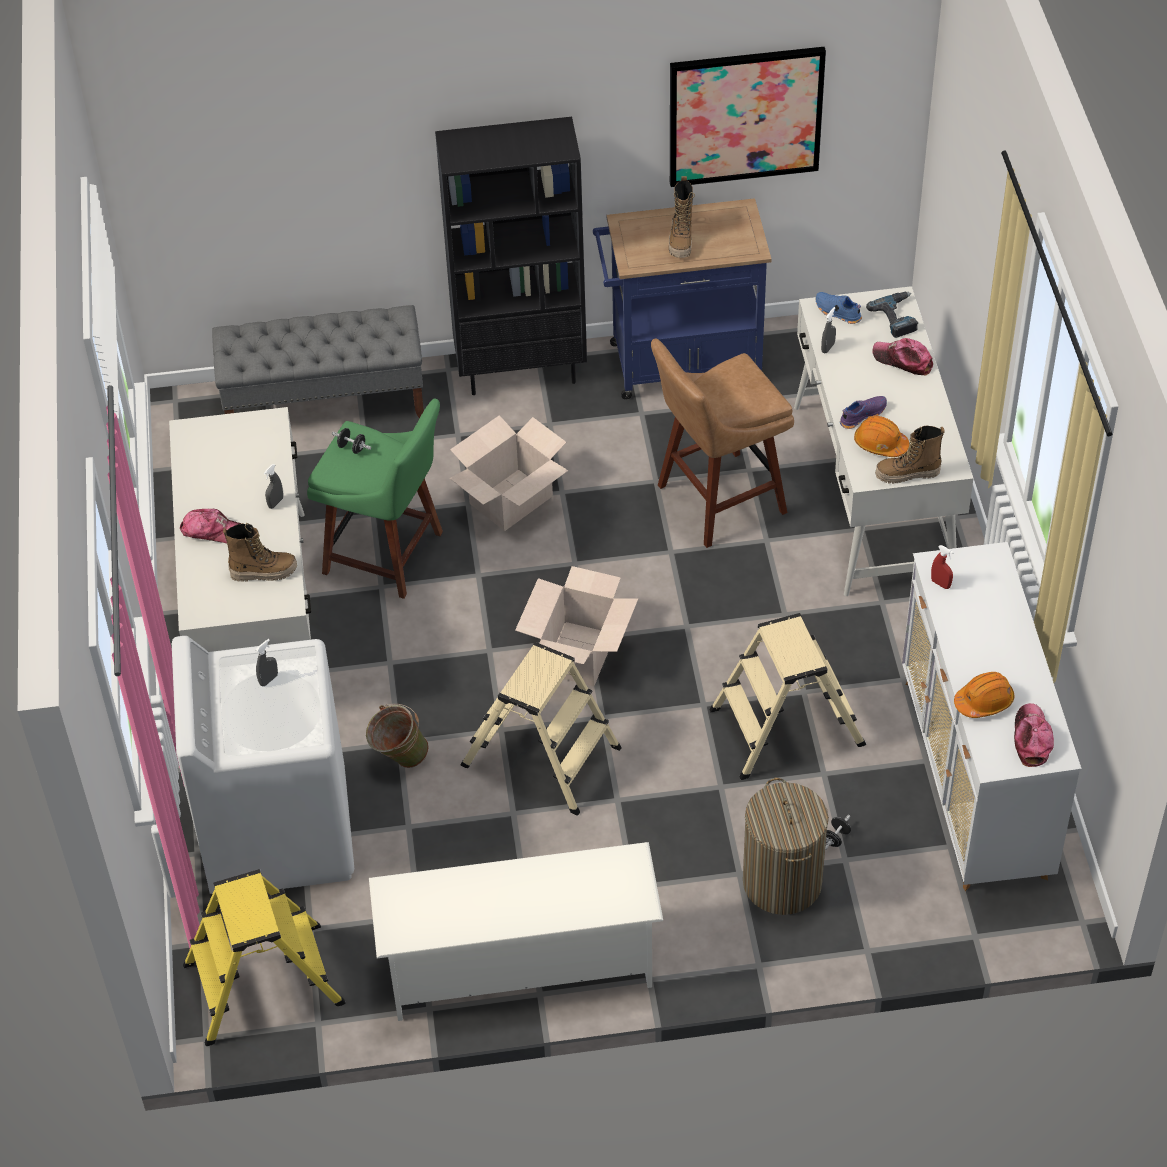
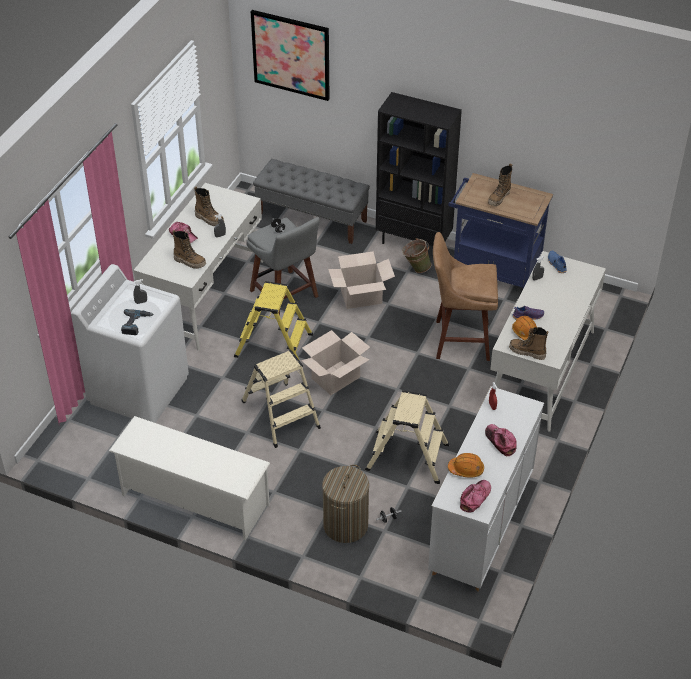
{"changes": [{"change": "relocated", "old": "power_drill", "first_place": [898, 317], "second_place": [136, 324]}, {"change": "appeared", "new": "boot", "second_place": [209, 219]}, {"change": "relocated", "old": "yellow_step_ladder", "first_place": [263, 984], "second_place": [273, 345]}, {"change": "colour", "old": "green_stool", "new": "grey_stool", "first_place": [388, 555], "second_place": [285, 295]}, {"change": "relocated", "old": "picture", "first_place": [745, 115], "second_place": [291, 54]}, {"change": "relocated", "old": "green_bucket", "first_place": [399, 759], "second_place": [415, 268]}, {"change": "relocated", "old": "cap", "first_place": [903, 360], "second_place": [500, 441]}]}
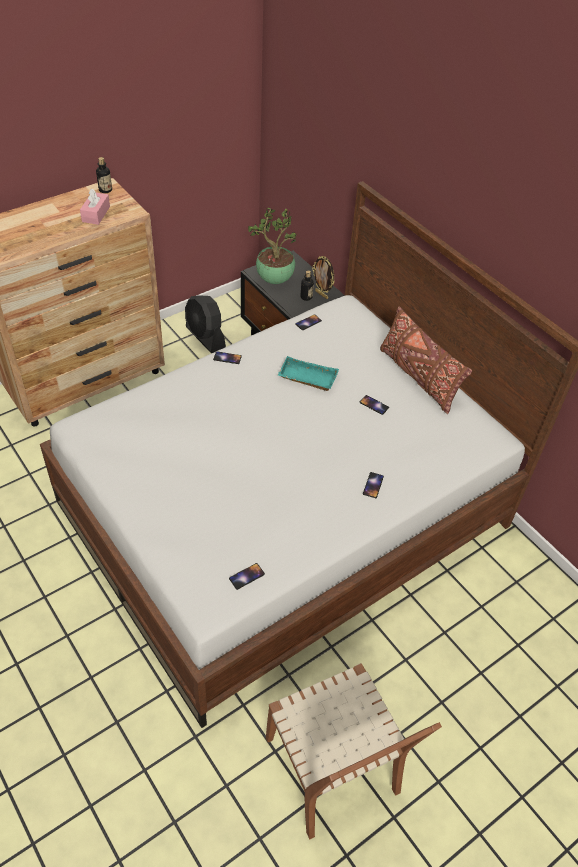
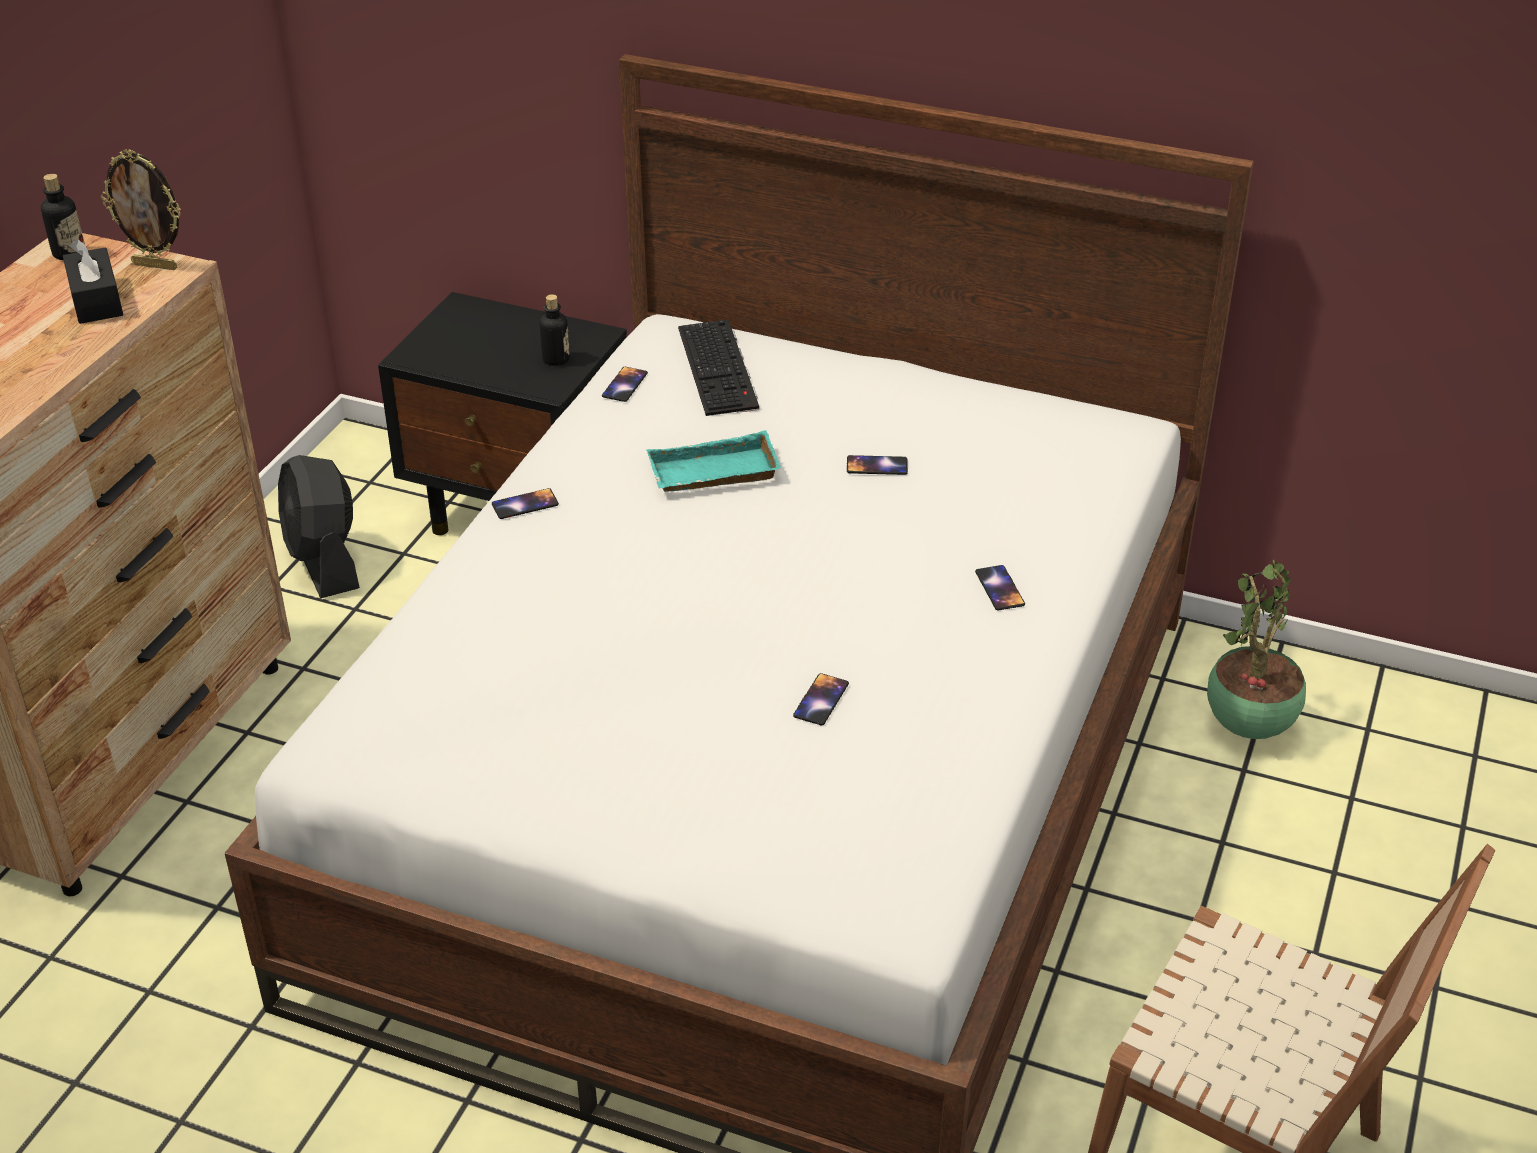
{"changes": [{"change": "colour", "old": "pink_tissue_box", "new": "black_tissue_box", "first_place": [96, 214], "second_place": [96, 300]}, {"change": "relocated", "old": "picture_frame", "first_place": [322, 294], "second_place": [156, 265]}, {"change": "spun", "old": "black_fan", "first_place": [205, 337], "second_place": [324, 561], "degrees": 45}, {"change": "appeared", "new": "keyboard", "second_place": [720, 369]}, {"change": "relocated", "old": "phone", "first_place": [246, 576], "second_place": [821, 700]}, {"change": "relocated", "old": "potted_plant", "first_place": [273, 280], "second_place": [1248, 727]}, {"change": "missing", "old": "brown_pillow", "first_place": [418, 377]}]}
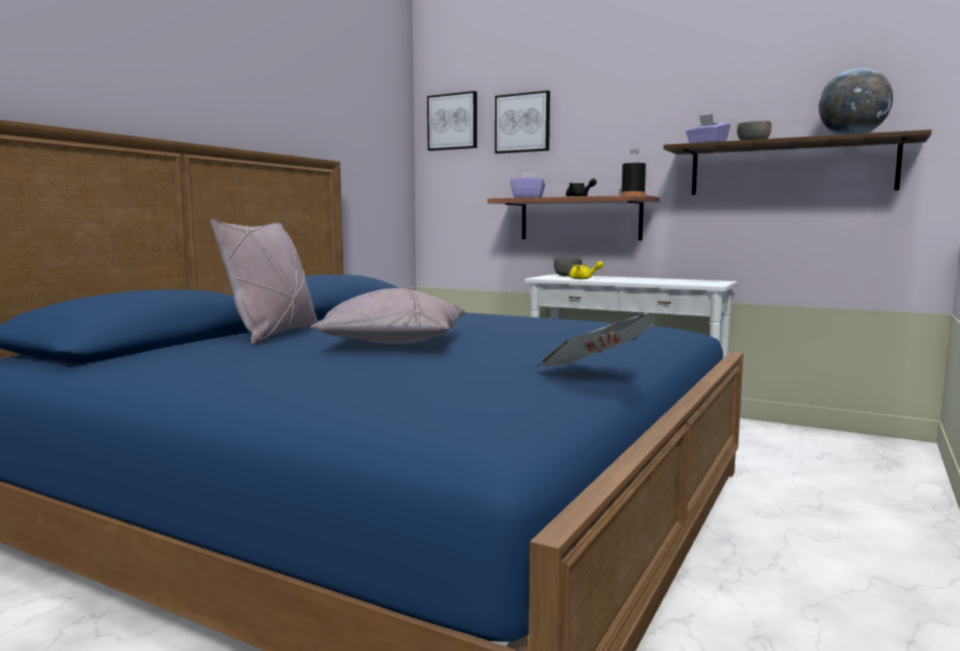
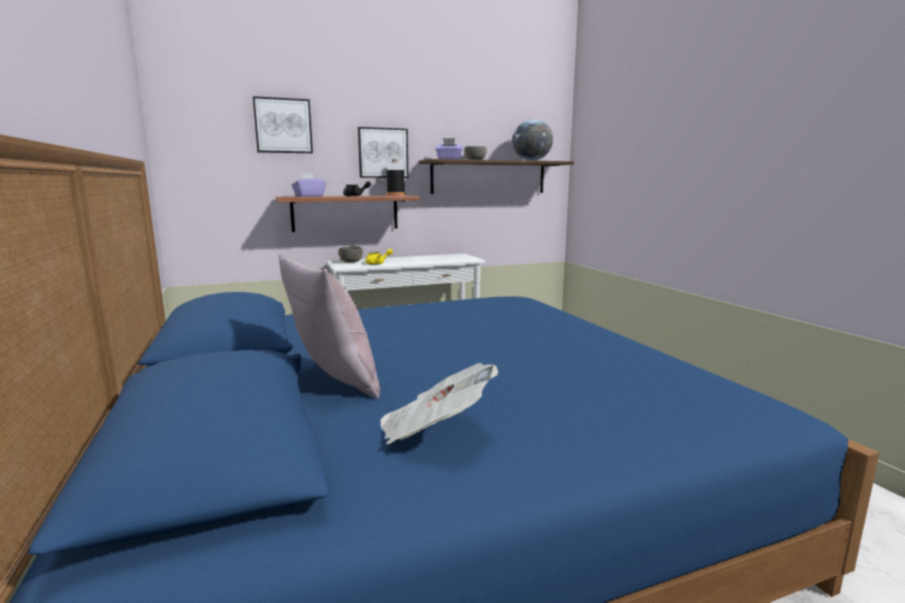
{"changes": [{"change": "relocated", "old": "picture", "first_place": [453, 122], "second_place": [383, 153]}, {"change": "relocated", "old": "newspaper", "first_place": [594, 374], "second_place": [434, 431]}, {"change": "missing", "old": "purple_pillow", "first_place": [394, 344]}]}
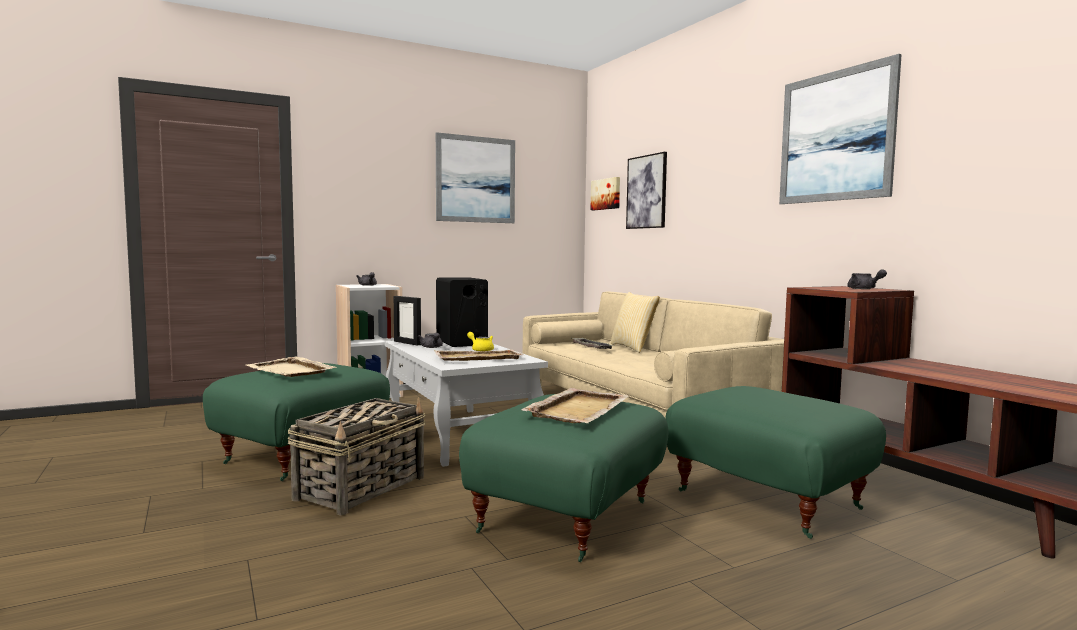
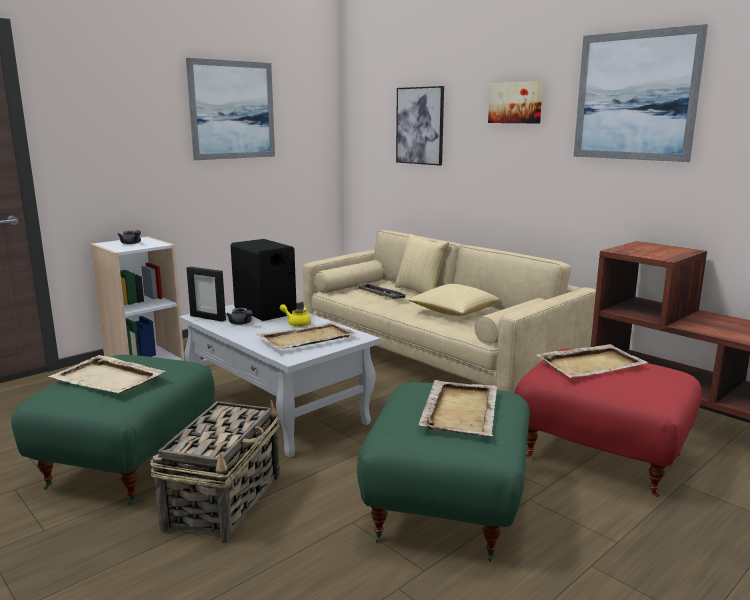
{"changes": [{"change": "appeared", "new": "pillow", "second_place": [453, 313]}, {"change": "relocated", "old": "picture", "first_place": [606, 194], "second_place": [516, 103]}, {"change": "colour", "old": "green_ottoman", "new": "red_ottoman", "first_place": [769, 499], "second_place": [602, 454]}, {"change": "appeared", "new": "beige_tray", "second_place": [591, 364]}, {"change": "missing", "old": "grey_teapot", "first_place": [864, 289]}]}
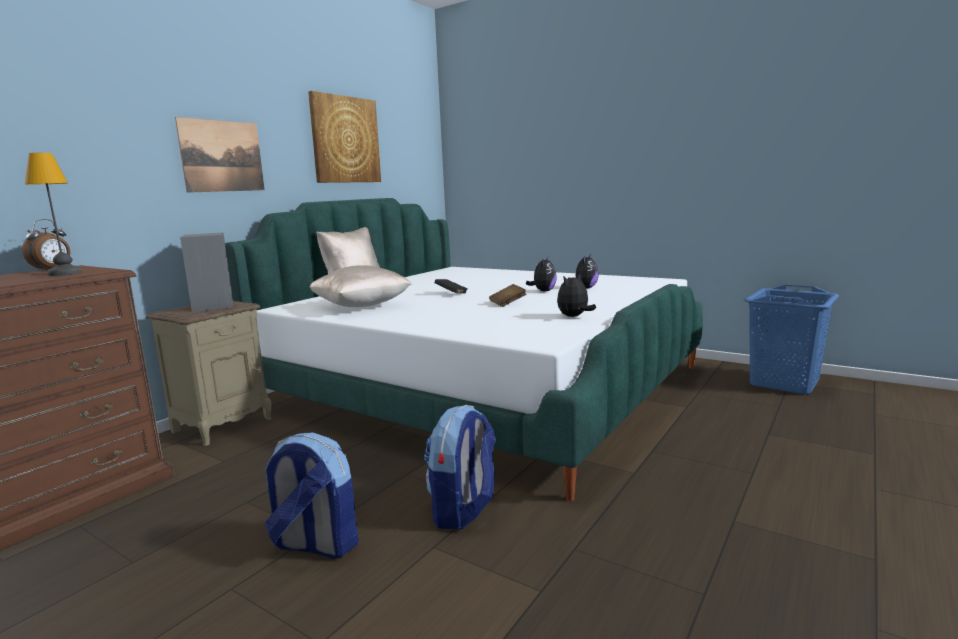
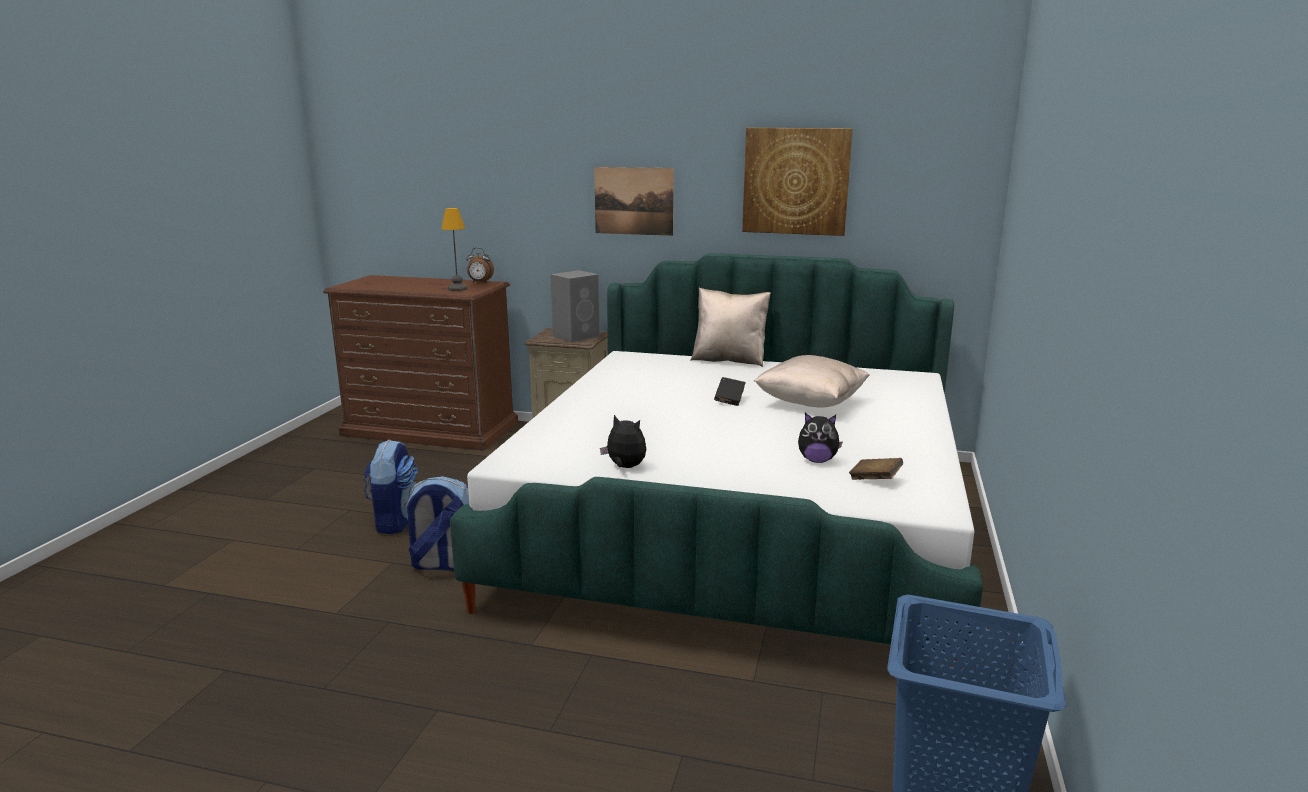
{"changes": [{"change": "relocated", "old": "beige_pillow", "first_place": [361, 306], "second_place": [810, 404]}, {"change": "relocated", "old": "brown_book", "first_place": [508, 303], "second_place": [875, 480]}, {"change": "missing", "old": "plush_toy", "first_place": [543, 291]}]}
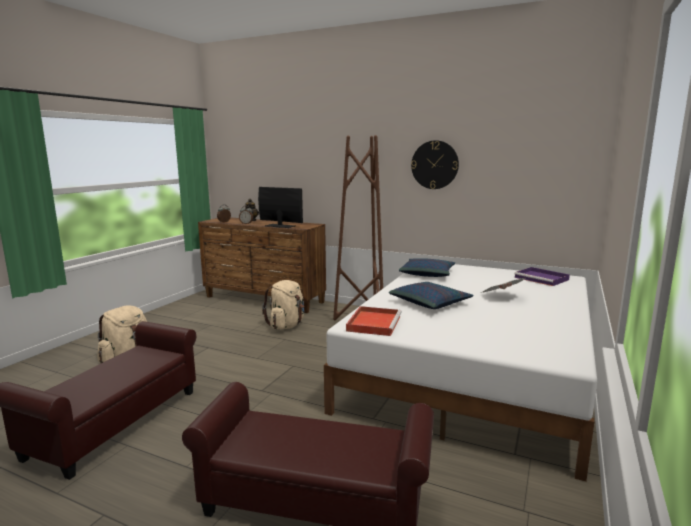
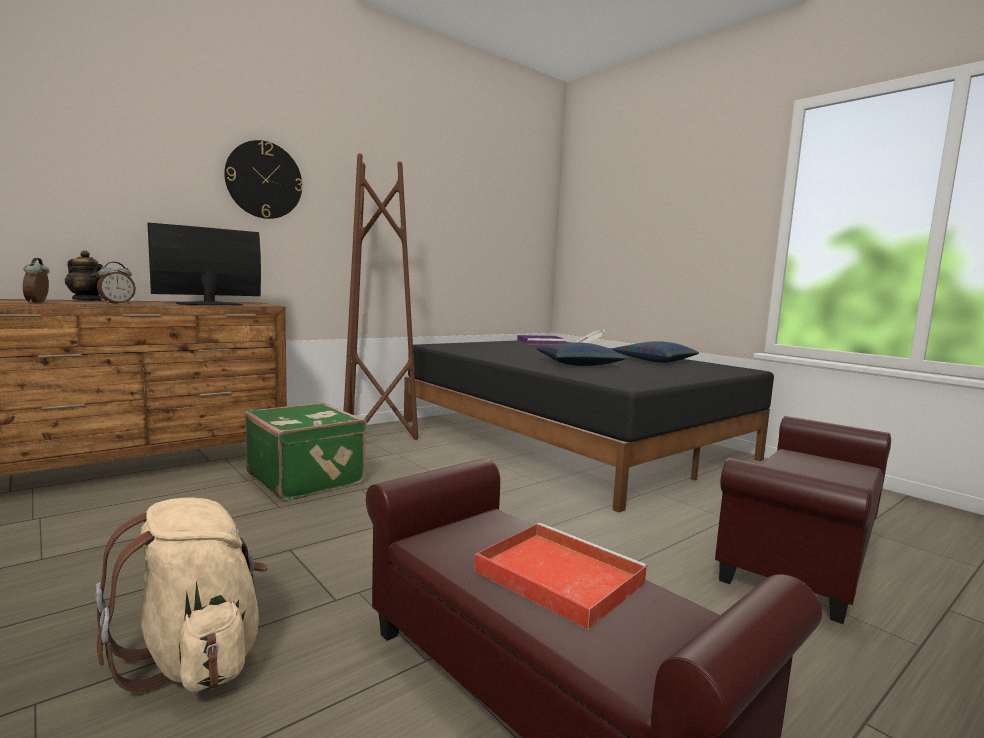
{"changes": [{"change": "relocated", "old": "wall_clock", "first_place": [434, 165], "second_place": [264, 180]}, {"change": "exchanged", "old": "beige_backpack", "new": "green_suitcase", "first_place": [287, 325], "second_place": [307, 478]}, {"change": "colour", "old": "white_bed", "new": "black_bed", "first_place": [473, 371], "second_place": [571, 439]}, {"change": "relocated", "old": "red_tray", "first_place": [374, 323], "second_place": [556, 576]}, {"change": "relocated", "old": "blue_pillow", "first_place": [427, 274], "second_place": [654, 361]}]}
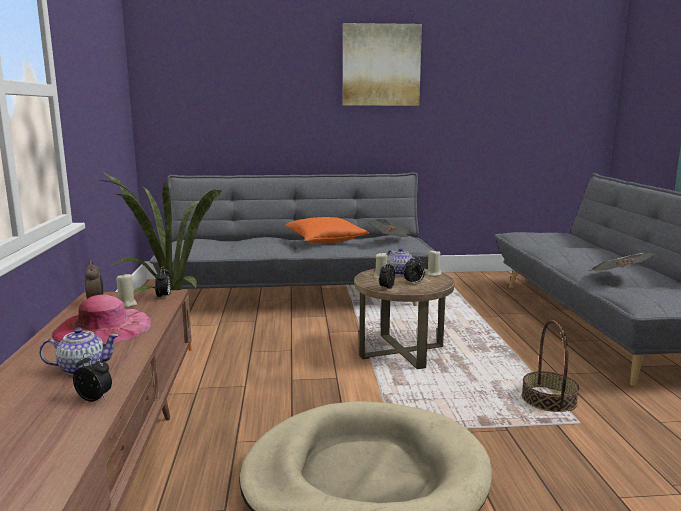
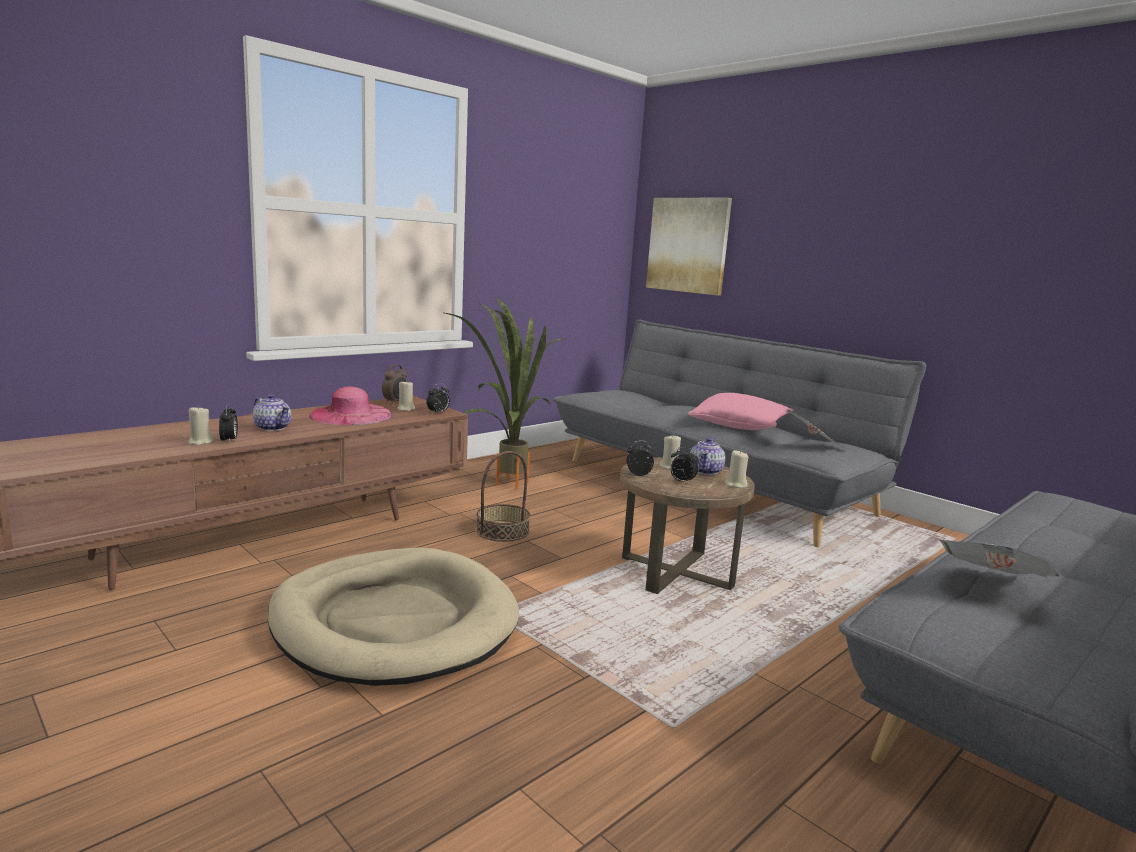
{"changes": [{"change": "appeared", "new": "beige_candle", "second_place": [200, 442]}, {"change": "relocated", "old": "basket", "first_place": [549, 399], "second_place": [502, 531]}, {"change": "relocated", "old": "picture", "first_place": [381, 65], "second_place": [688, 245]}, {"change": "colour", "old": "orange_pillow", "new": "pink_pillow", "first_place": [325, 241], "second_place": [740, 426]}]}
